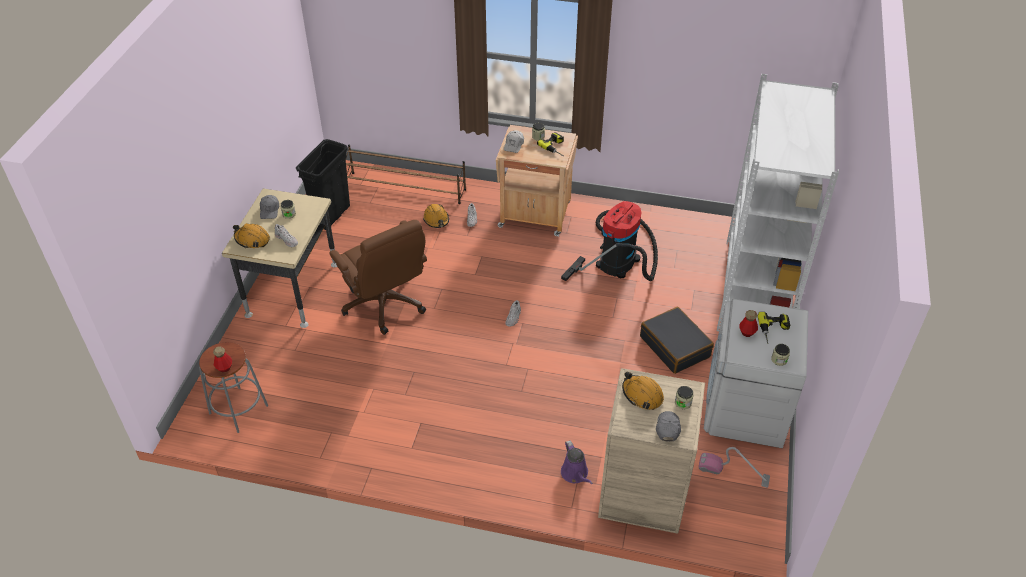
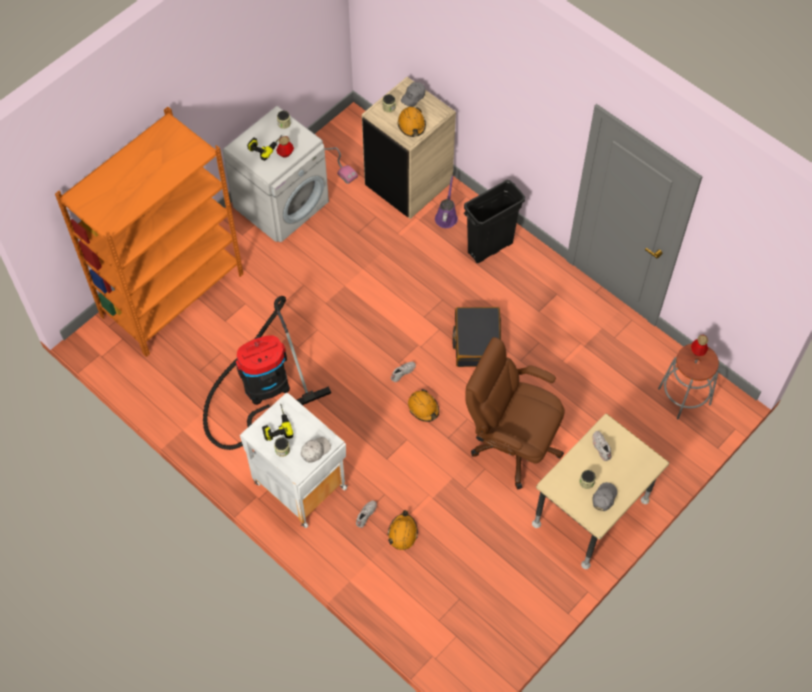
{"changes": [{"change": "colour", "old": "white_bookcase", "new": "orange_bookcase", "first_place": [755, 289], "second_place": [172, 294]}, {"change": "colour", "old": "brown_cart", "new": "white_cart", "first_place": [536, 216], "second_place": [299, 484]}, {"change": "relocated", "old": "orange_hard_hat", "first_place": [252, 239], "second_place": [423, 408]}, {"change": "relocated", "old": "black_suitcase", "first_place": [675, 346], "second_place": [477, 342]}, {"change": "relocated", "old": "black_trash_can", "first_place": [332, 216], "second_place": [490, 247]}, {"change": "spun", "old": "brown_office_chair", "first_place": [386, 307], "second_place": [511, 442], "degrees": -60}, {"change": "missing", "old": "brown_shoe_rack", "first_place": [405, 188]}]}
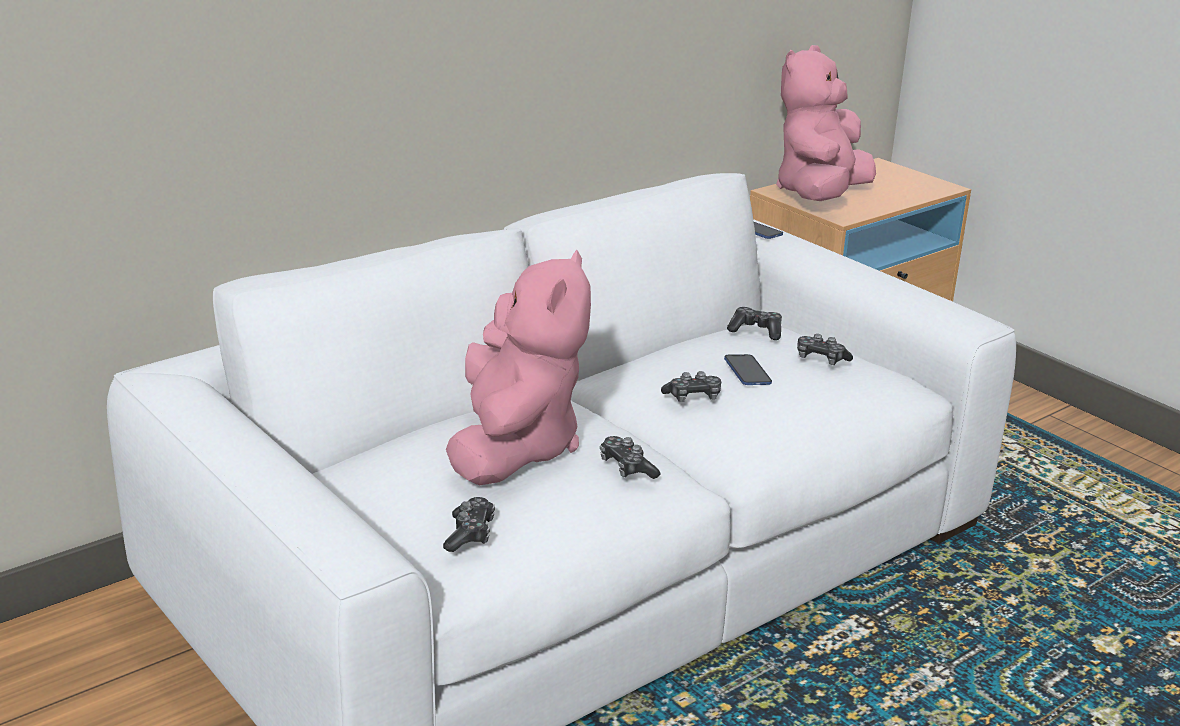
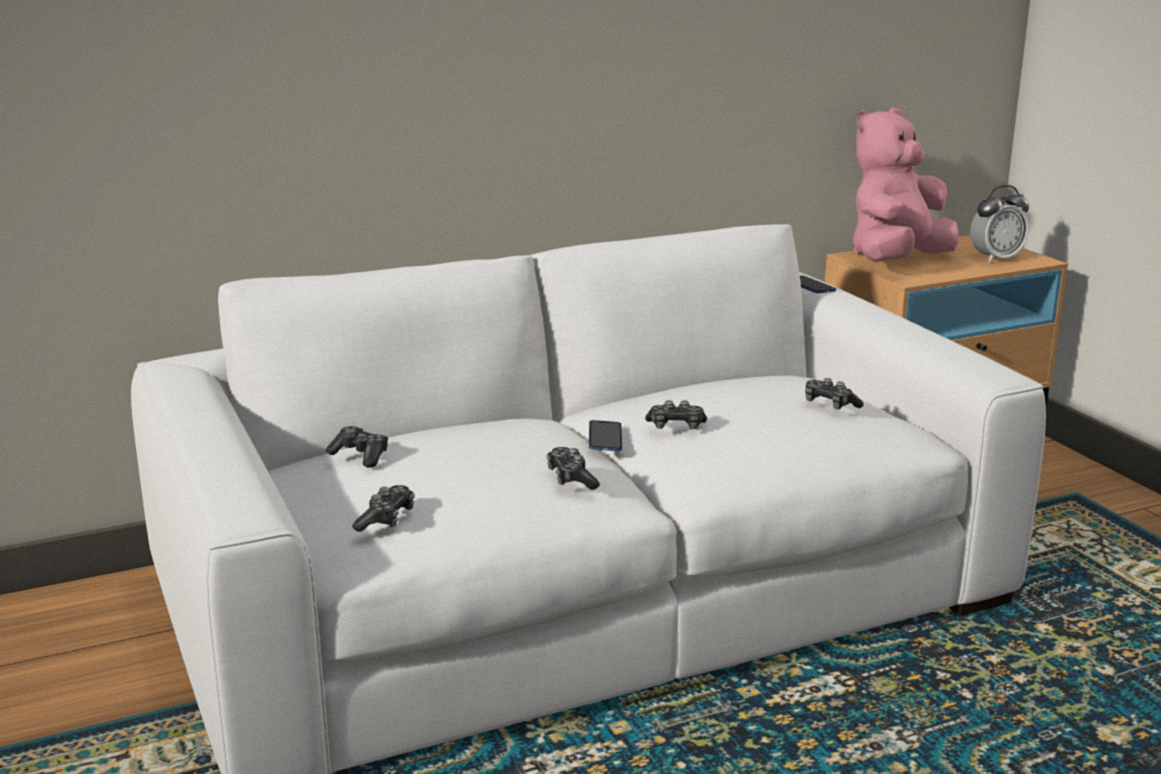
{"changes": [{"change": "relocated", "old": "game_controller", "first_place": [756, 331], "second_place": [360, 455]}, {"change": "relocated", "old": "phone", "first_place": [747, 371], "second_place": [605, 438]}, {"change": "appeared", "new": "alarm_clock", "second_place": [996, 259]}, {"change": "missing", "old": "pink_plush_toy", "first_place": [514, 448]}]}
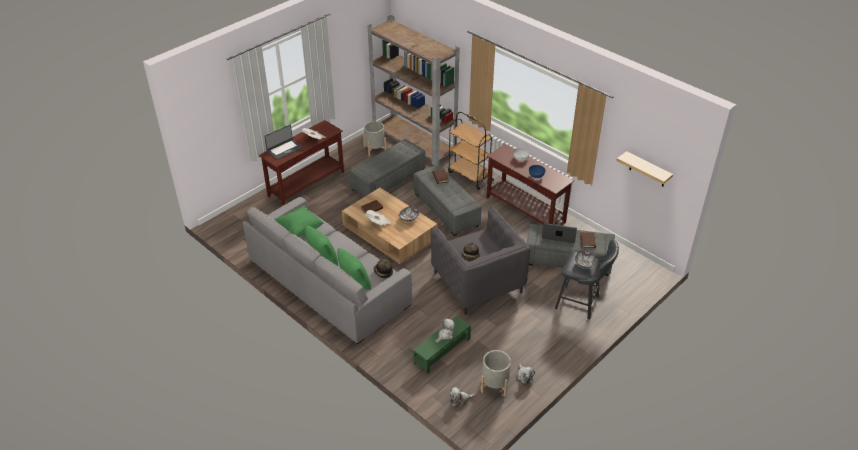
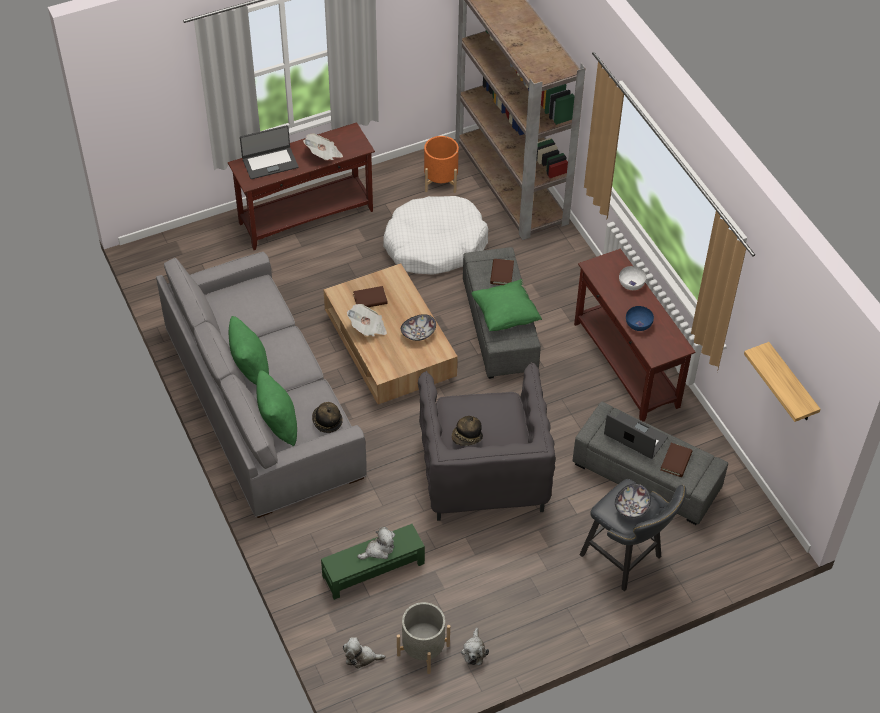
{"changes": [{"change": "exchanged", "old": "grey_ottoman", "new": "white_dog_bed", "first_place": [388, 180], "second_place": [434, 245]}, {"change": "colour", "old": "grey_planter", "new": "orange_planter", "first_place": [375, 149], "second_place": [440, 181]}, {"change": "relocated", "old": "green_pillow", "first_place": [300, 229], "second_place": [505, 316]}, {"change": "missing", "old": "brown_cart", "first_place": [469, 176]}]}
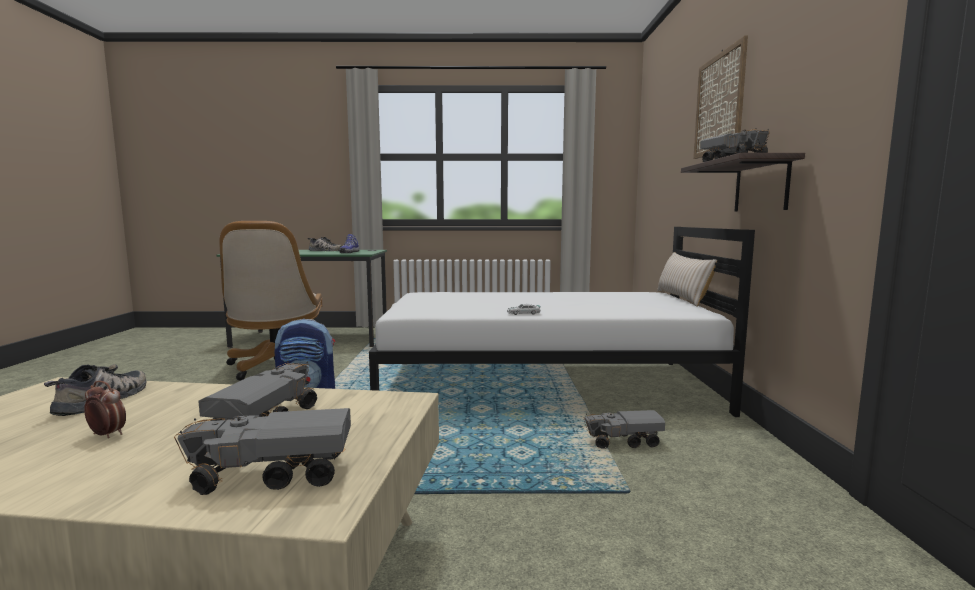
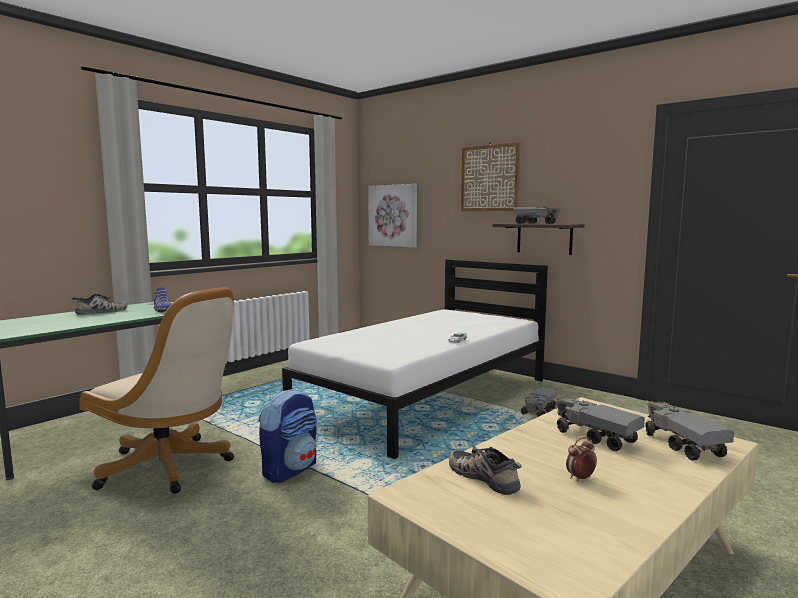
{"changes": [{"change": "appeared", "new": "picture", "second_place": [393, 215]}, {"change": "spun", "old": "toy_truck", "first_place": [272, 475], "second_place": [682, 445], "degrees": 135}, {"change": "missing", "old": "beige_pillow", "first_place": [682, 298]}]}
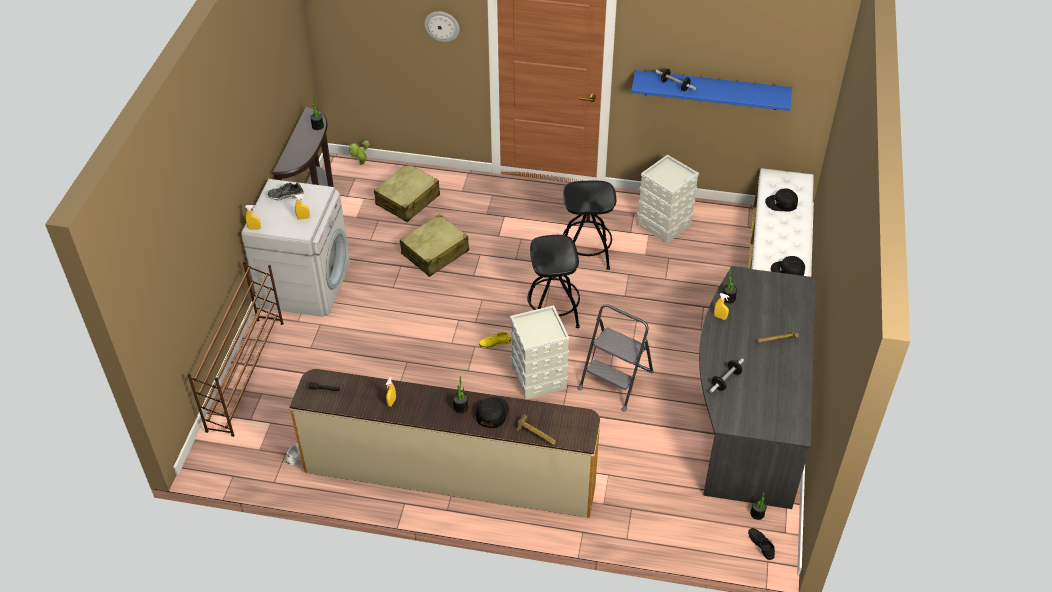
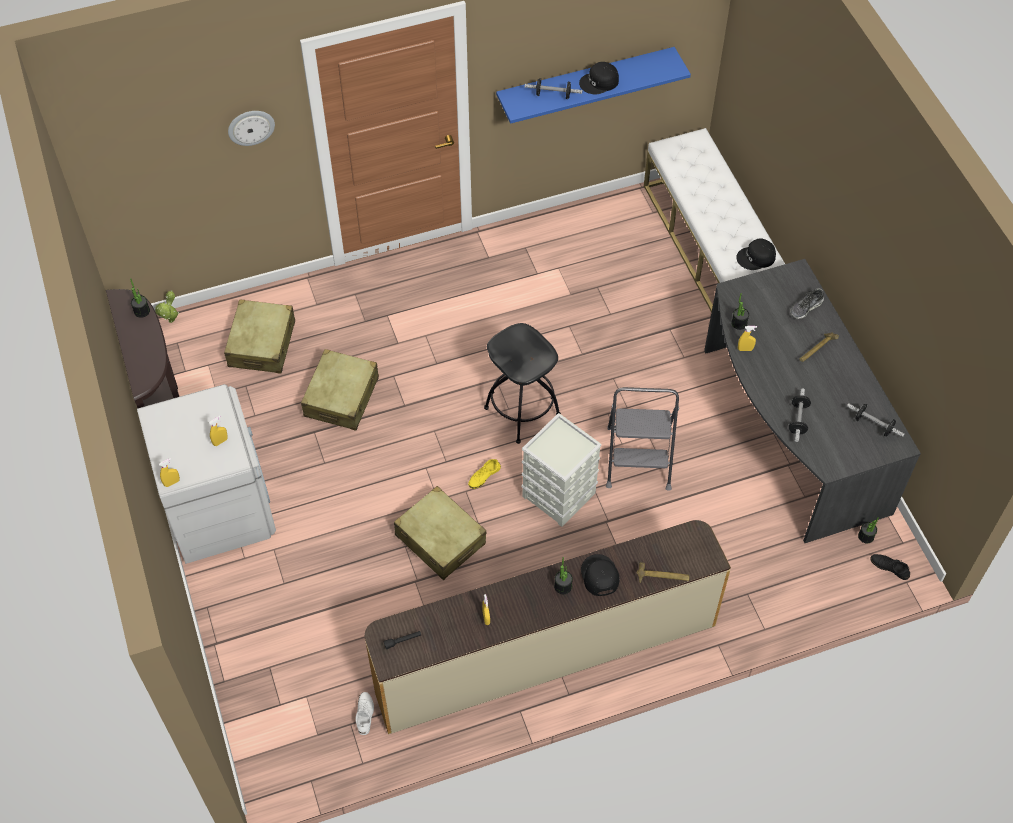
{"changes": [{"change": "appeared", "new": "beige_suitcase", "second_place": [440, 539]}, {"change": "relocated", "old": "black_cap", "first_place": [781, 203], "second_place": [599, 82]}, {"change": "relocated", "old": "shoe", "first_place": [286, 195], "second_place": [806, 308]}, {"change": "appeared", "new": "dumbbell", "second_place": [873, 425]}, {"change": "missing", "old": "brown_shoe_rack", "first_place": [246, 375]}, {"change": "missing", "old": "black_stool", "first_place": [586, 255]}, {"change": "missing", "old": "grey_storage_box", "first_place": [664, 225]}]}
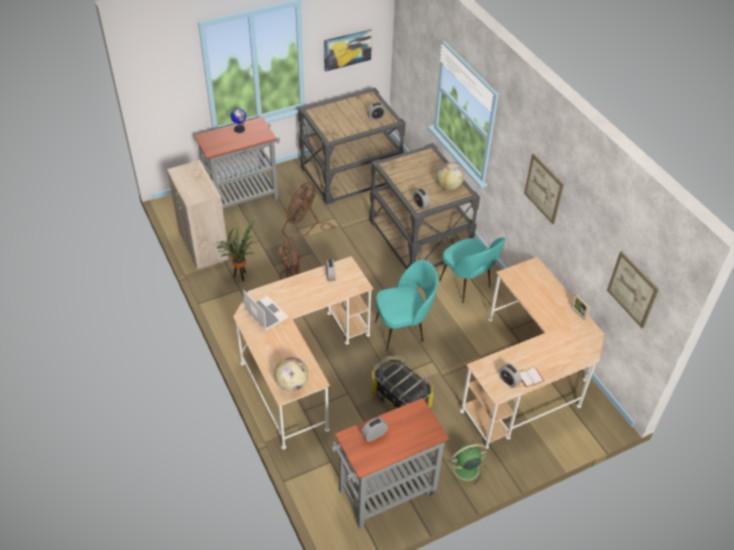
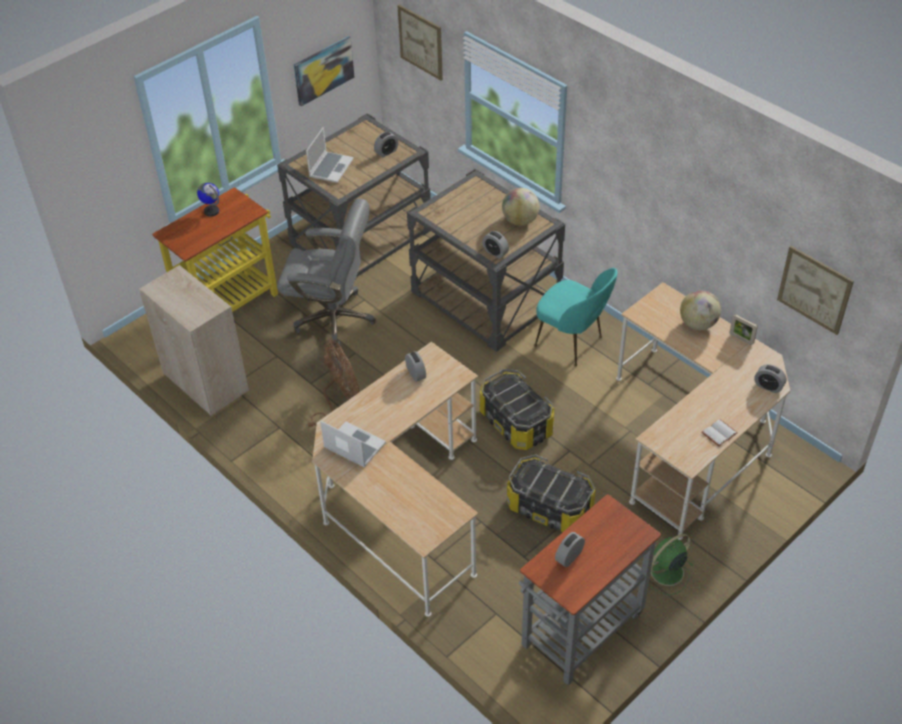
{"changes": [{"change": "colour", "old": "grey_cart", "new": "yellow_cart", "first_place": [243, 197], "second_place": [229, 303]}, {"change": "exchanged", "old": "brown_fan", "new": "grey_office_chair", "first_place": [307, 225], "second_place": [332, 318]}, {"change": "appeared", "new": "laptop", "second_place": [331, 168]}, {"change": "relocated", "old": "picture", "first_place": [544, 188], "second_place": [421, 42]}, {"change": "exchanged", "old": "turquoise_chair", "new": "storage_box", "first_place": [403, 331], "second_place": [516, 422]}, {"change": "relocated", "old": "globe", "first_place": [292, 384], "second_place": [698, 324]}, {"change": "relocated", "old": "alarm_clock", "first_place": [508, 381], "second_place": [768, 386]}, {"change": "missing", "old": "potted_plant", "first_place": [241, 276]}]}
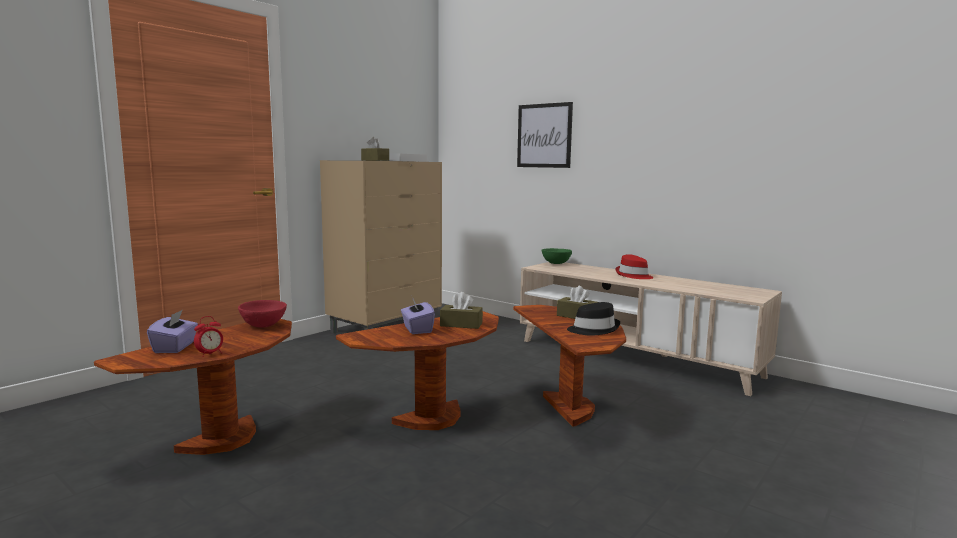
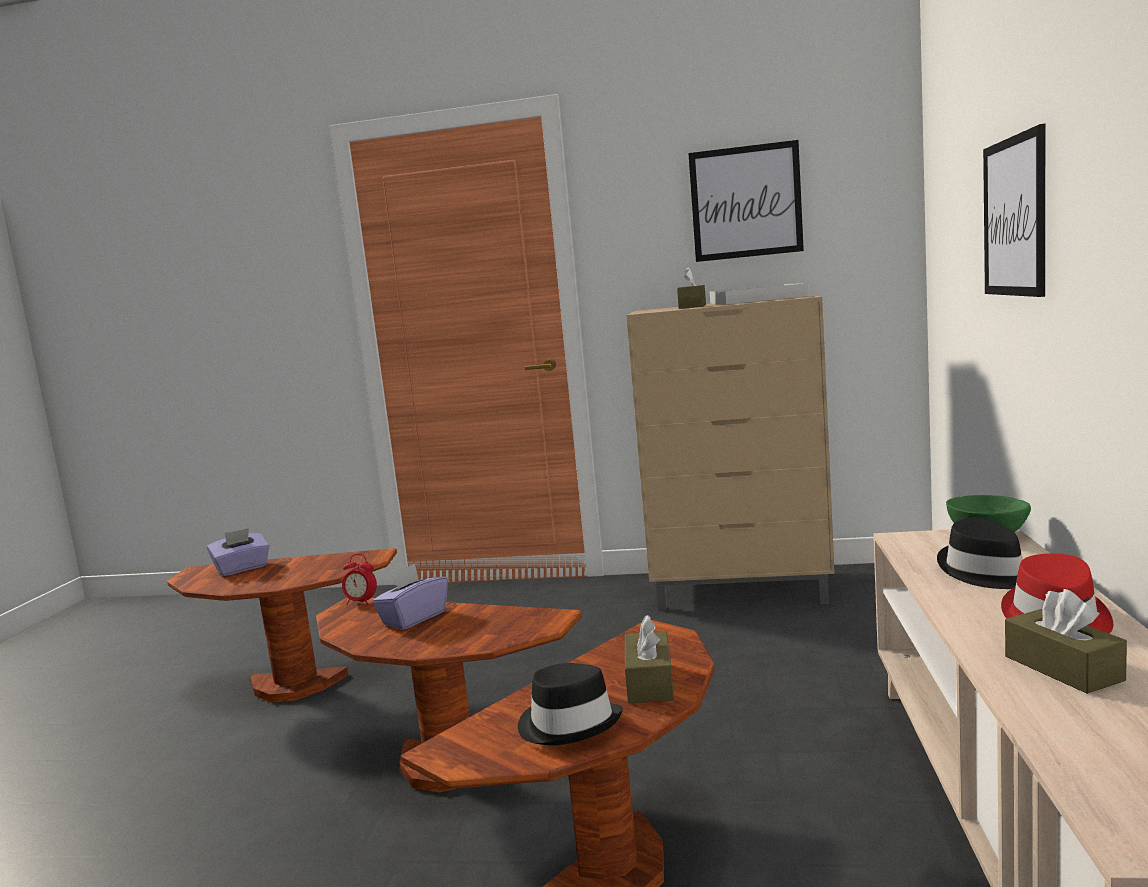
{"changes": [{"change": "relocated", "old": "alarm_clock", "first_place": [210, 354], "second_place": [361, 602]}, {"change": "appeared", "new": "picture", "second_place": [745, 202]}, {"change": "appeared", "new": "black_hat", "second_place": [986, 573]}, {"change": "relocated", "old": "brown_tissue_box", "first_place": [461, 324], "second_place": [1063, 668]}, {"change": "missing", "old": "red_bowl", "first_place": [264, 325]}]}
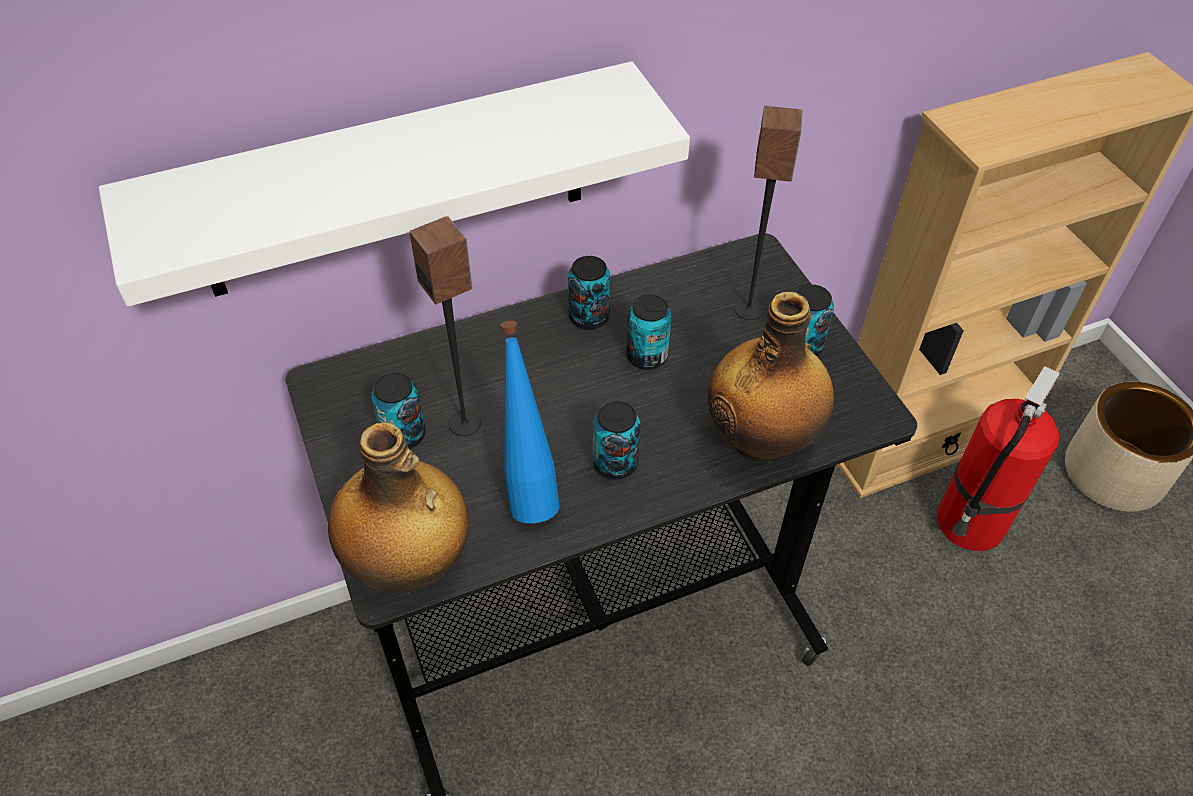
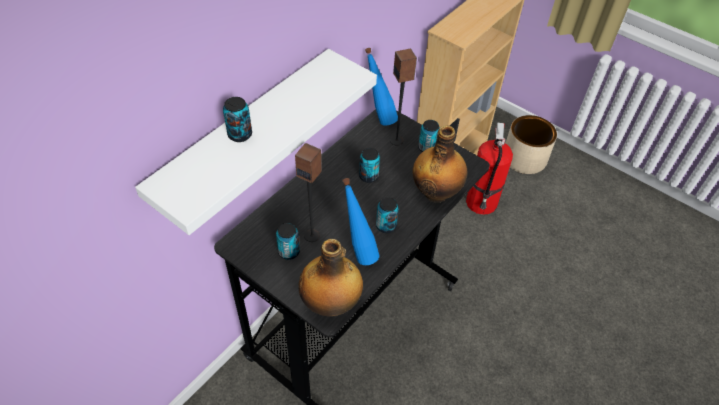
{"changes": [{"change": "relocated", "old": "can", "first_place": [589, 317], "second_place": [240, 135]}, {"change": "appeared", "new": "blue_bottle", "second_place": [379, 117]}]}
